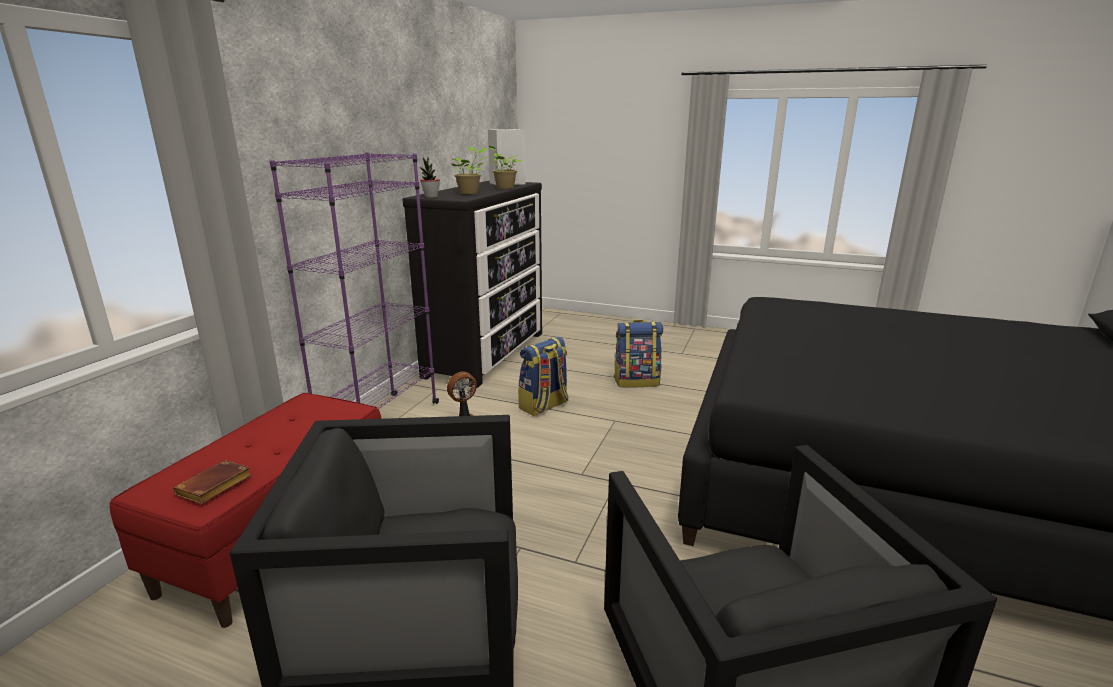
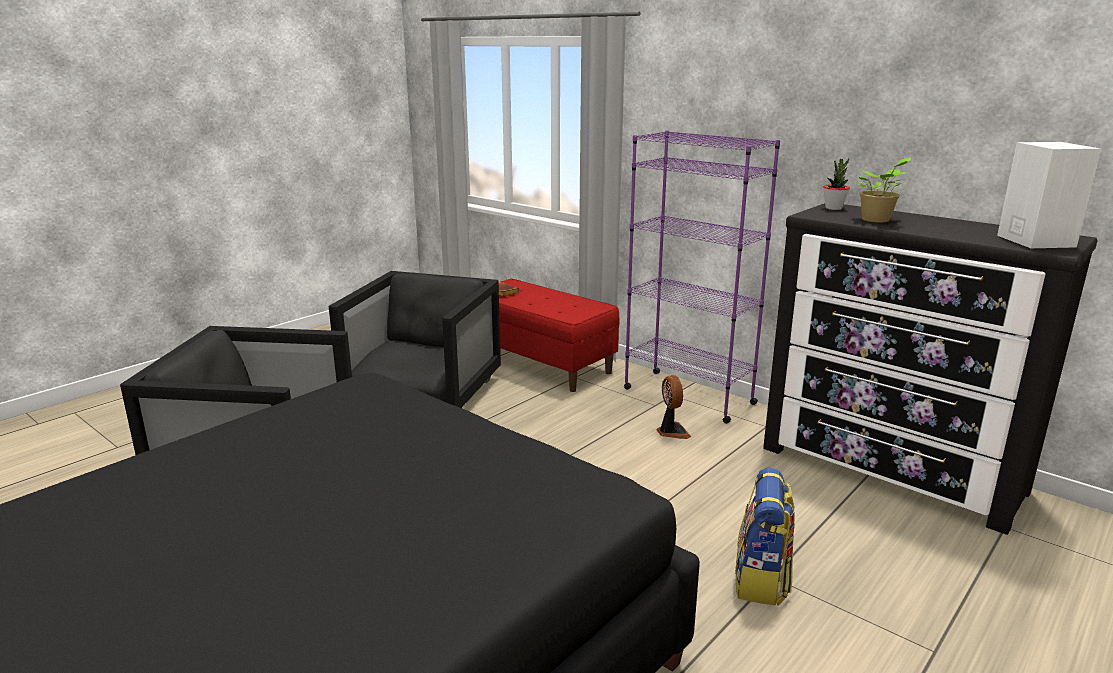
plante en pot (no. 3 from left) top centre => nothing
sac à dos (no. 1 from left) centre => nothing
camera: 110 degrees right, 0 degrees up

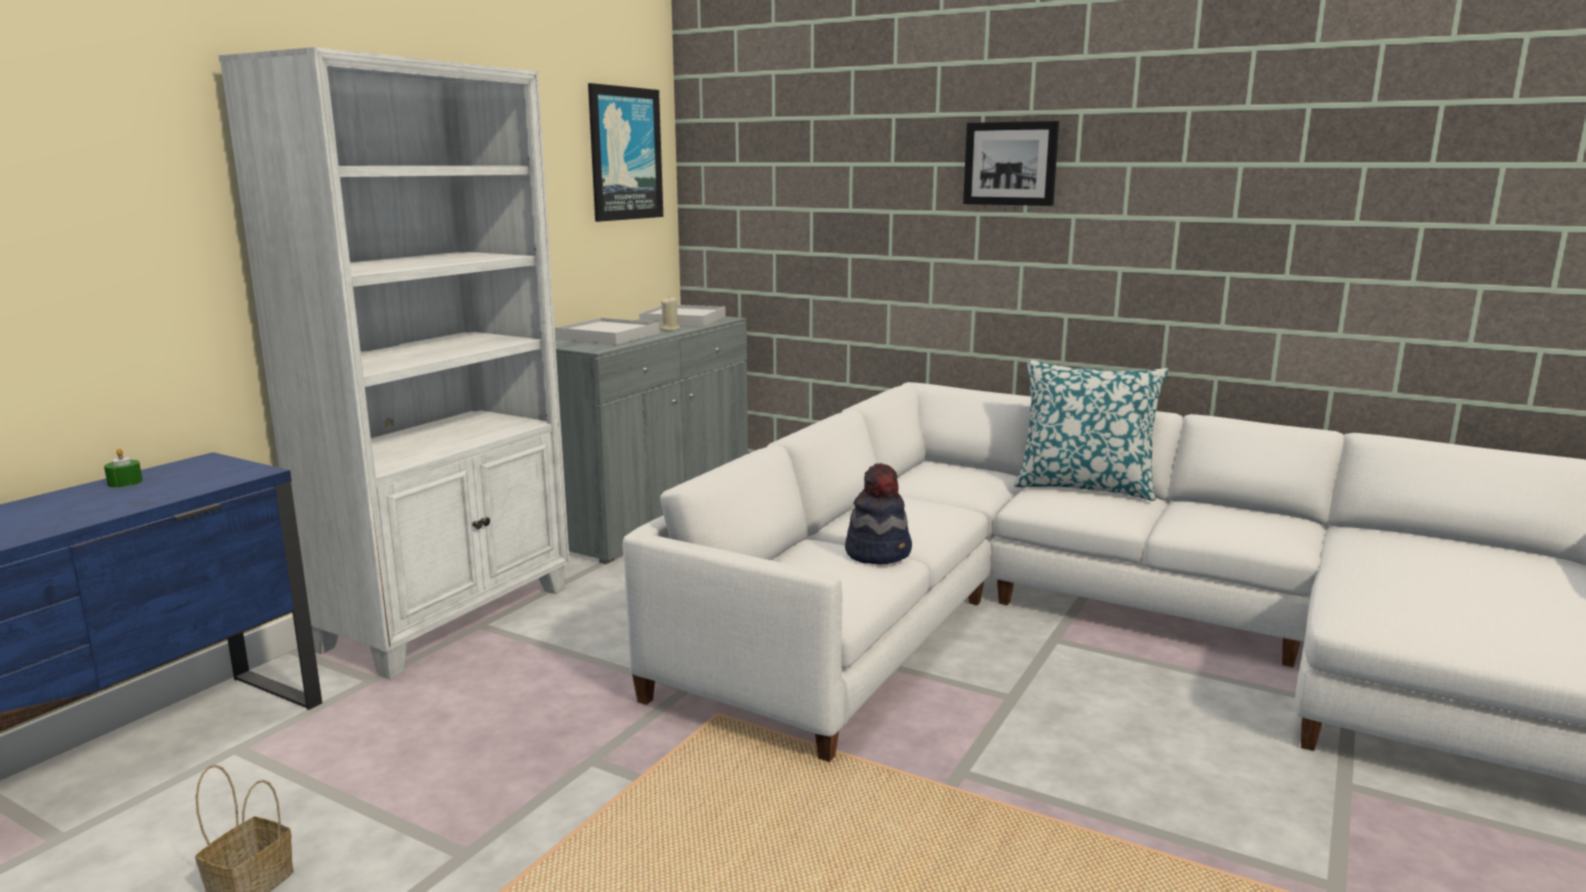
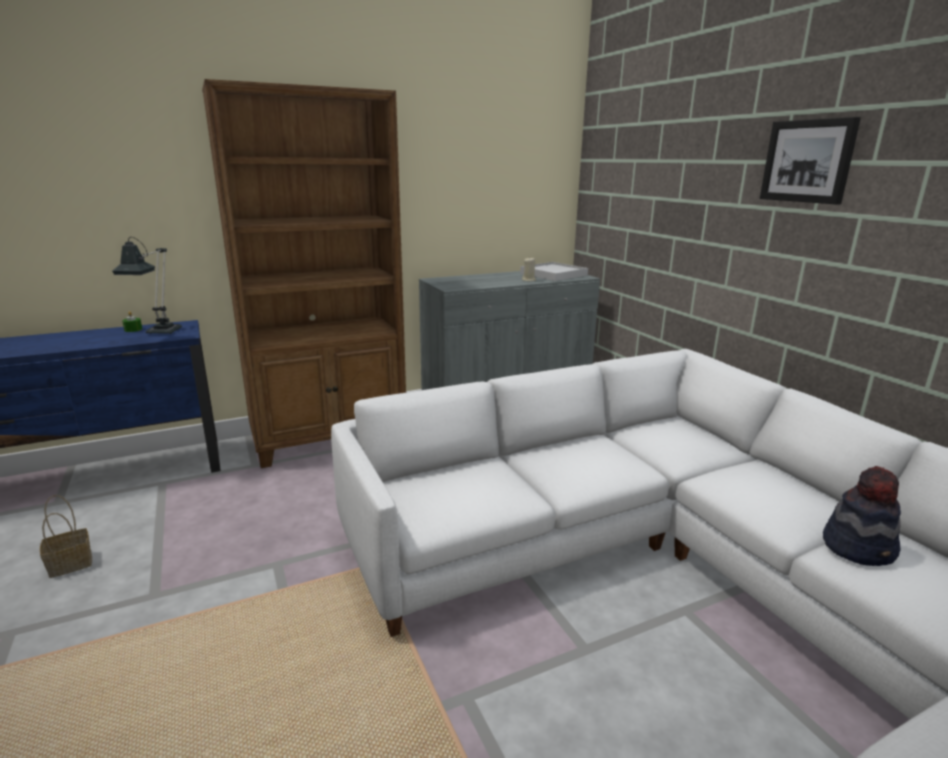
bibliothèque [blanc] middle left => bibliothèque [marron] middle left
plateau [blanc] (no. 1 from left) centre => nothing
tableau (no. 1 from left) top centre => nothing
chapeau centre => chapeau bottom right, relocated
coussin middle right => nothing
nothing => lampe de table middle left
camera: 35 degrees right, 5 degrees up

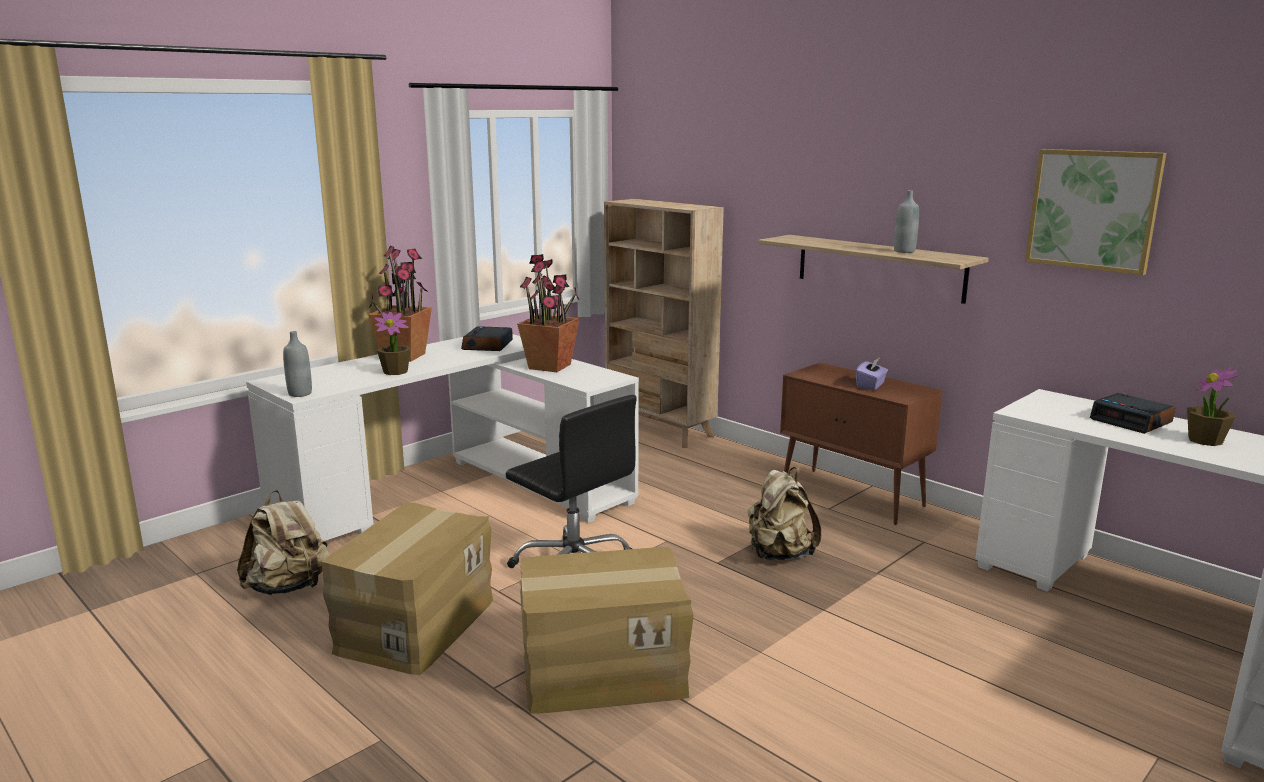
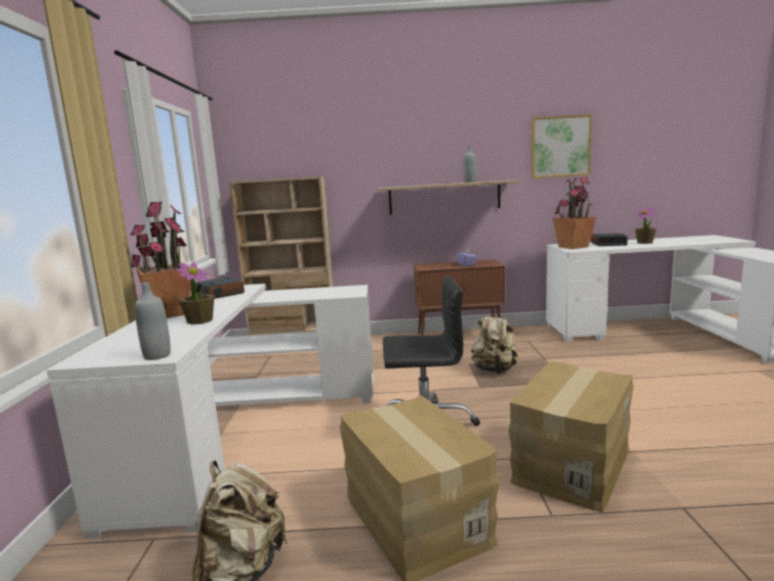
plante en pot (no. 3 from left) centre => plante en pot (no. 3 from left) middle right, relocated
camera: 45 degrees left, 5 degrees down

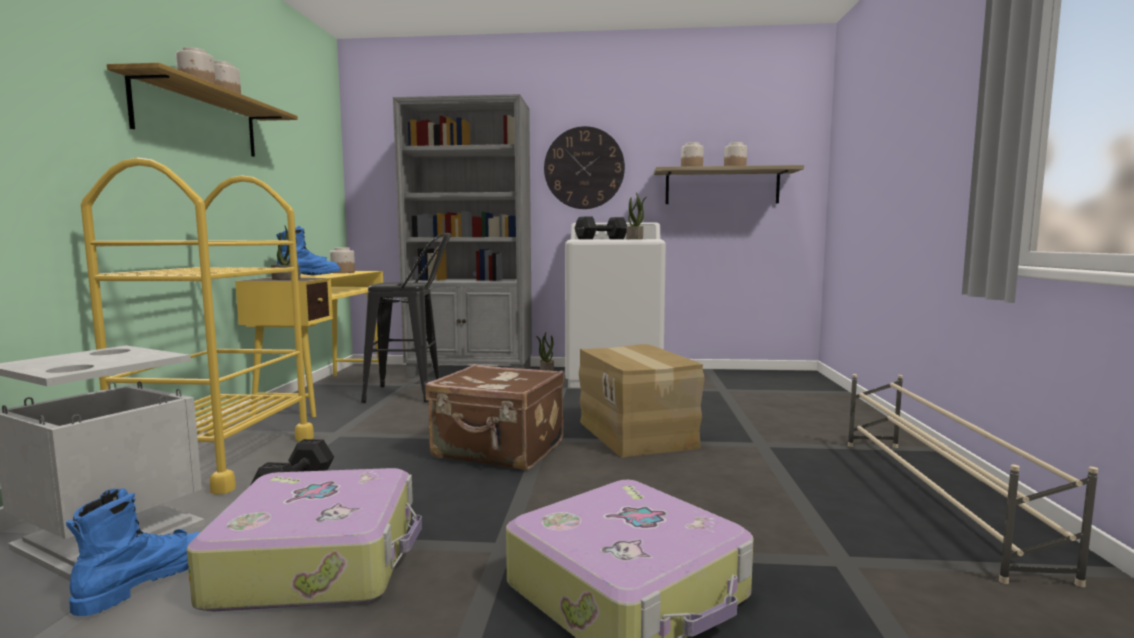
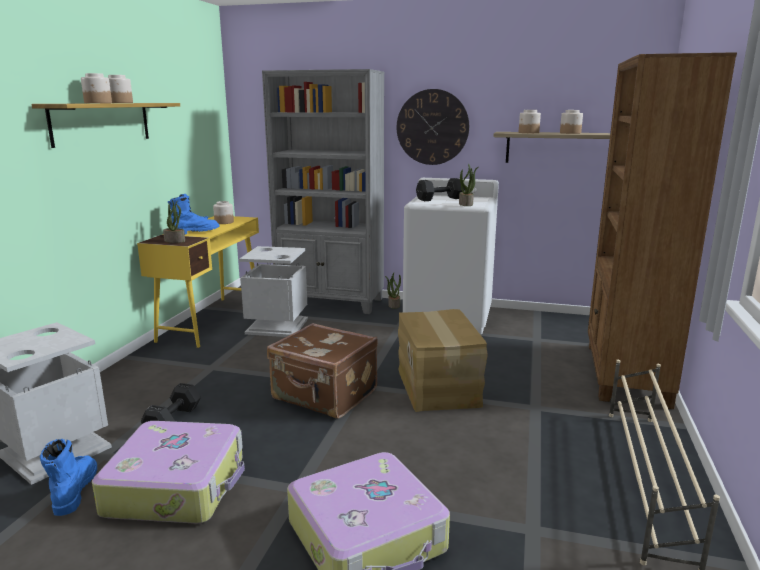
botte [bleu] (no. 1 from left) bottom left, 45 degrees counterclockwise
chariot [jaune] middle left => nothing
tabouret [noir] centre => poubelle [gris] (no. 2 from left) centre
nothing => bibliothèque [marron] middle right
camera: 10 degrees right, 10 degrees up

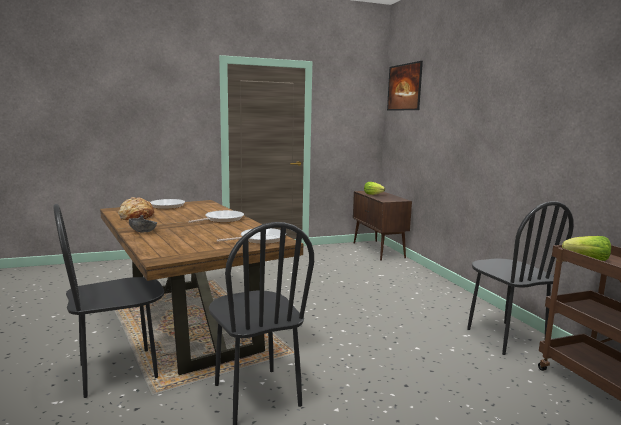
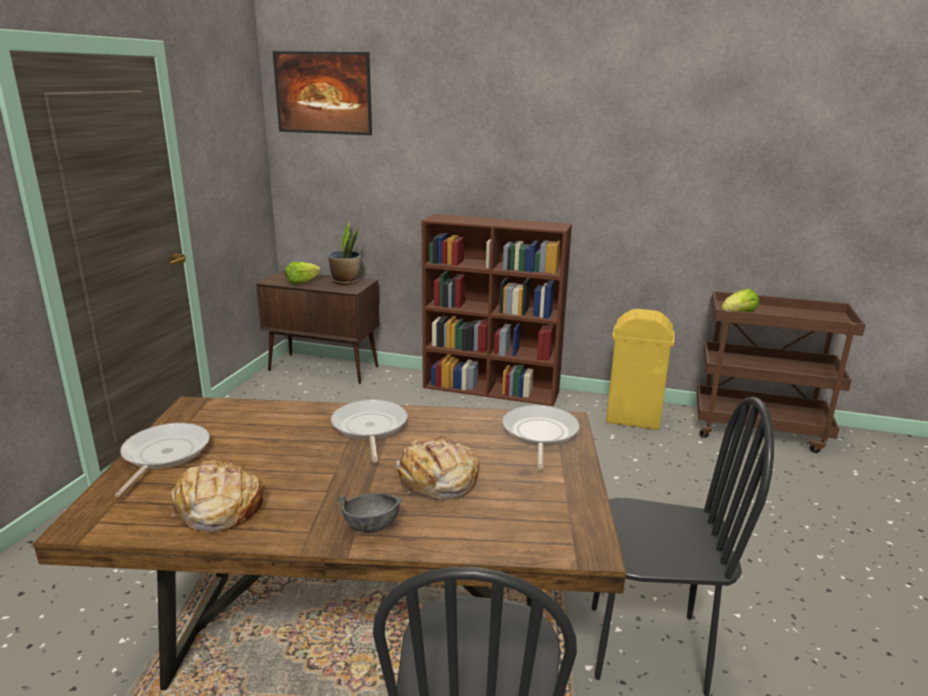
chaise [noir] (no. 3 from left) middle right => poubelle [jaune] middle right
nothing => plante en pot centre
nothing => pain (no. 2 from left) bottom centre
nothing => bibliothèque [marron] centre
camera: 55 degrees left, 10 degrees up

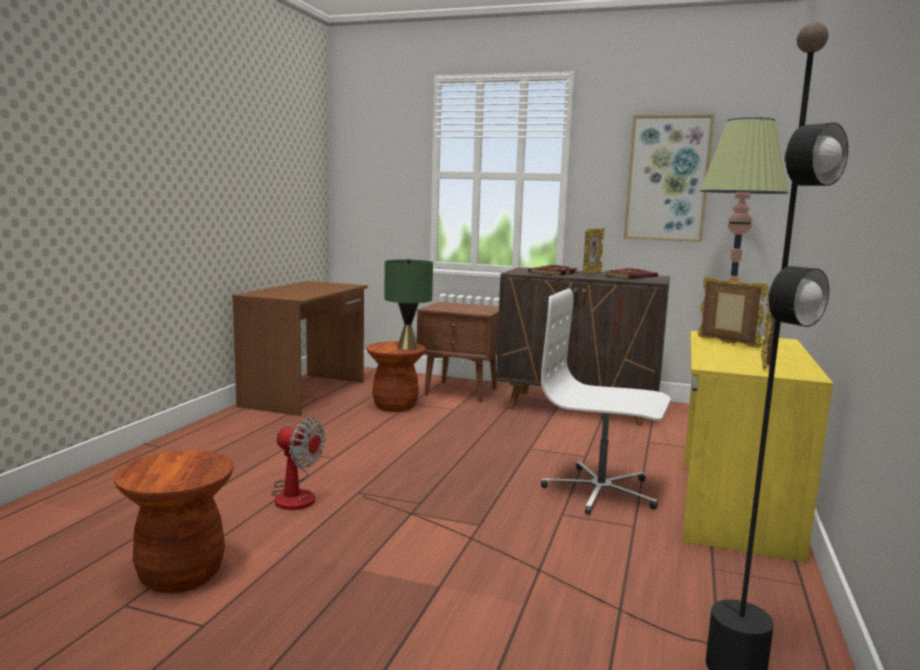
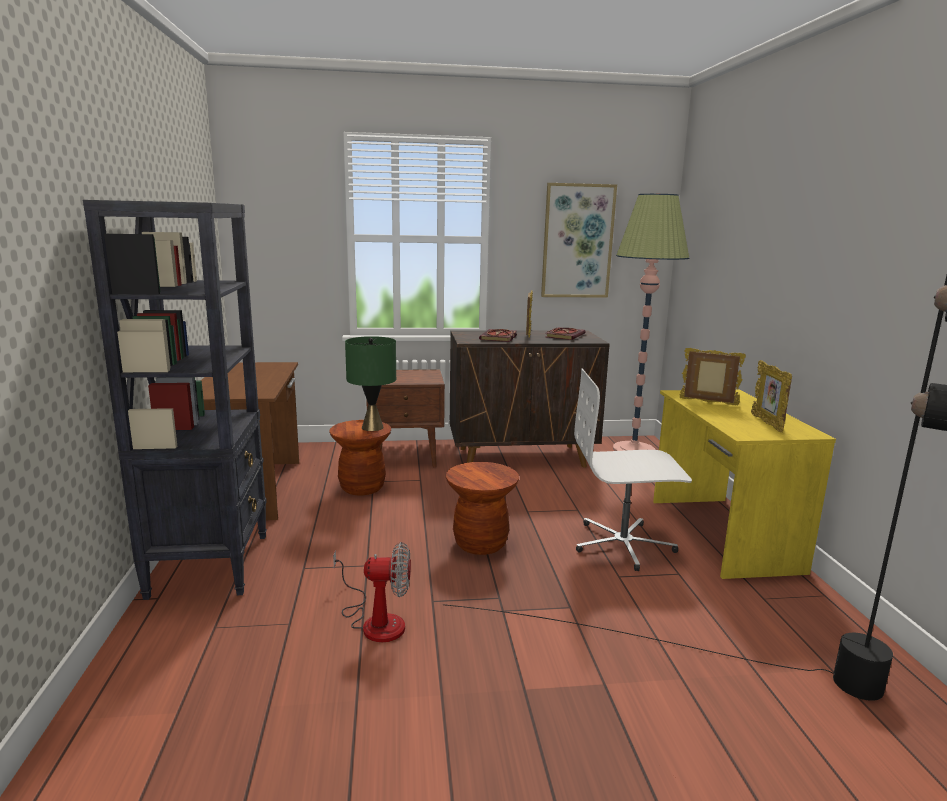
tabouret [marron] (no. 1 from left in the first image) bottom left => tabouret [marron] (no. 2 from left) centre, relocated
nothing => bibliothèque [noir] middle left
camera: 25 degrees left, 5 degrees up

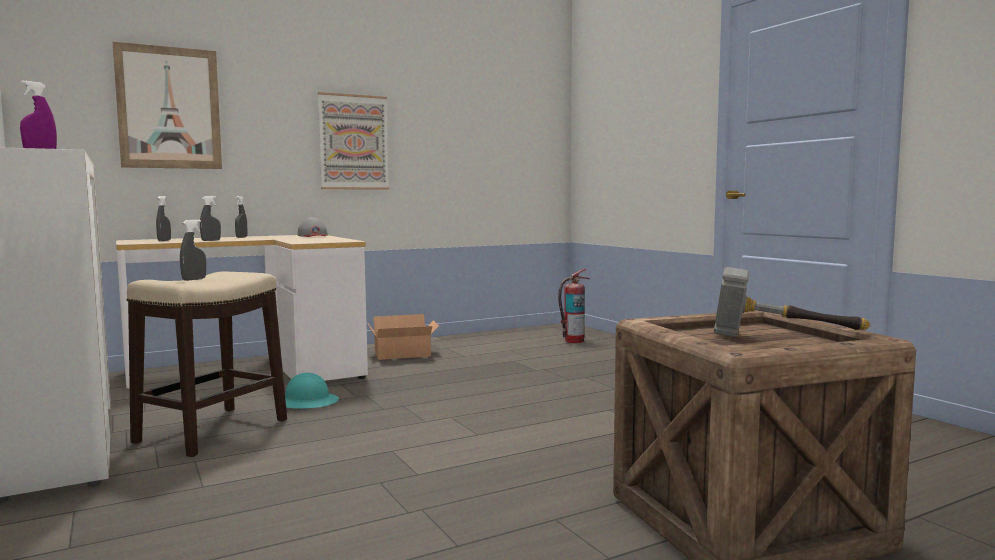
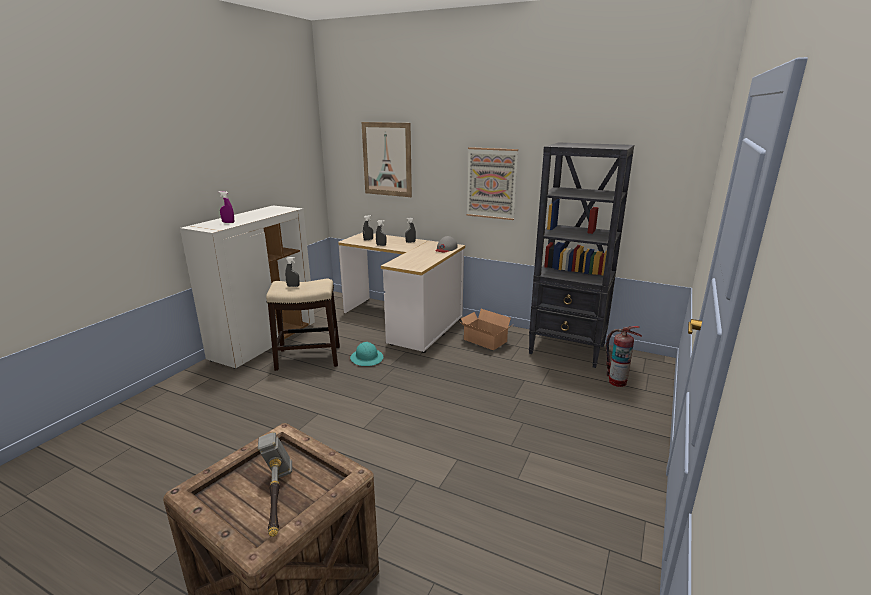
nothing => bibliothèque [noir] middle right
camera: 55 degrees right, 15 degrees up

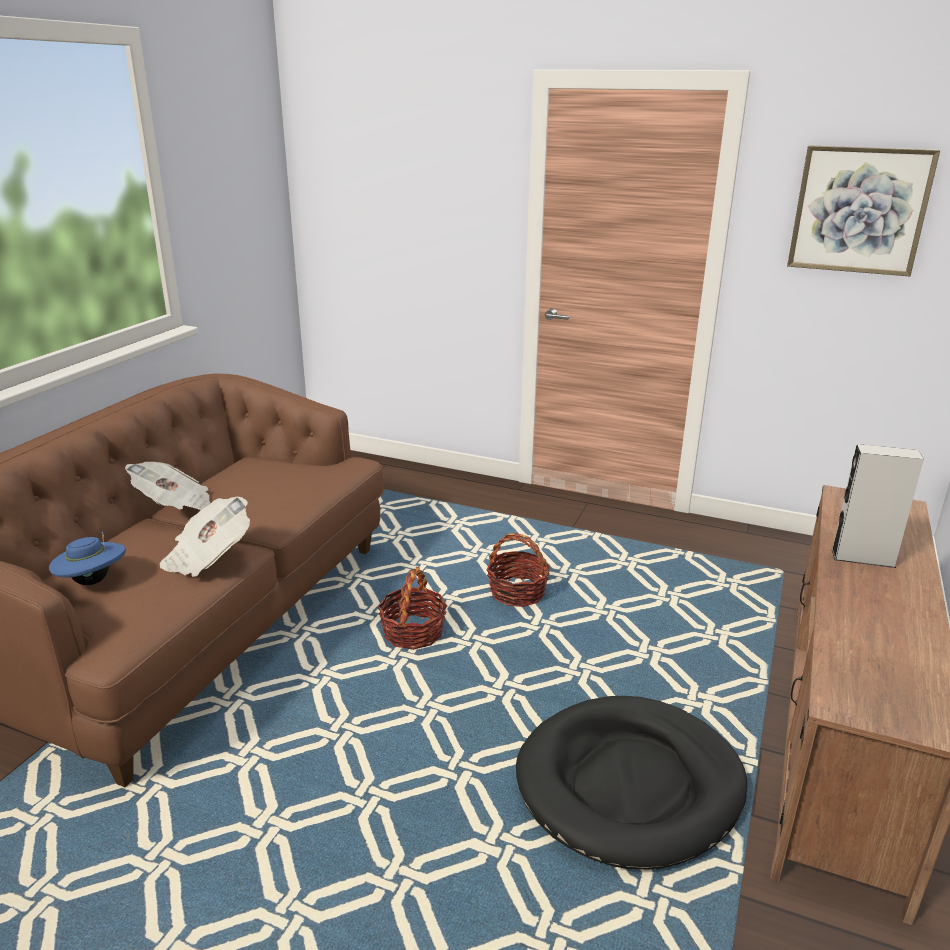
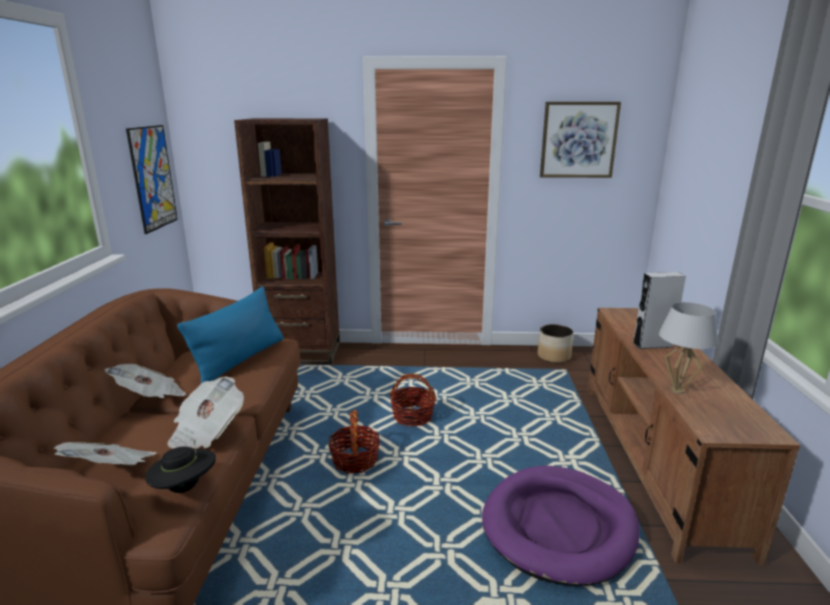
chapeau [bleu] middle left => journal (no. 1 from left) bottom left
panier pour chien [noir] bottom centre => panier pour chien [violet] bottom right
nothing => tableau (no. 1 from left) top left
nothing => chapeau [noir] bottom left
nothing => coussin [bleu] middle left
nothing => bibliothèque [marron] centre
nothing => cache-pot middle right
nothing => lampe de table [blanc] middle right
camera: 20 degrees left, 5 degrees down

